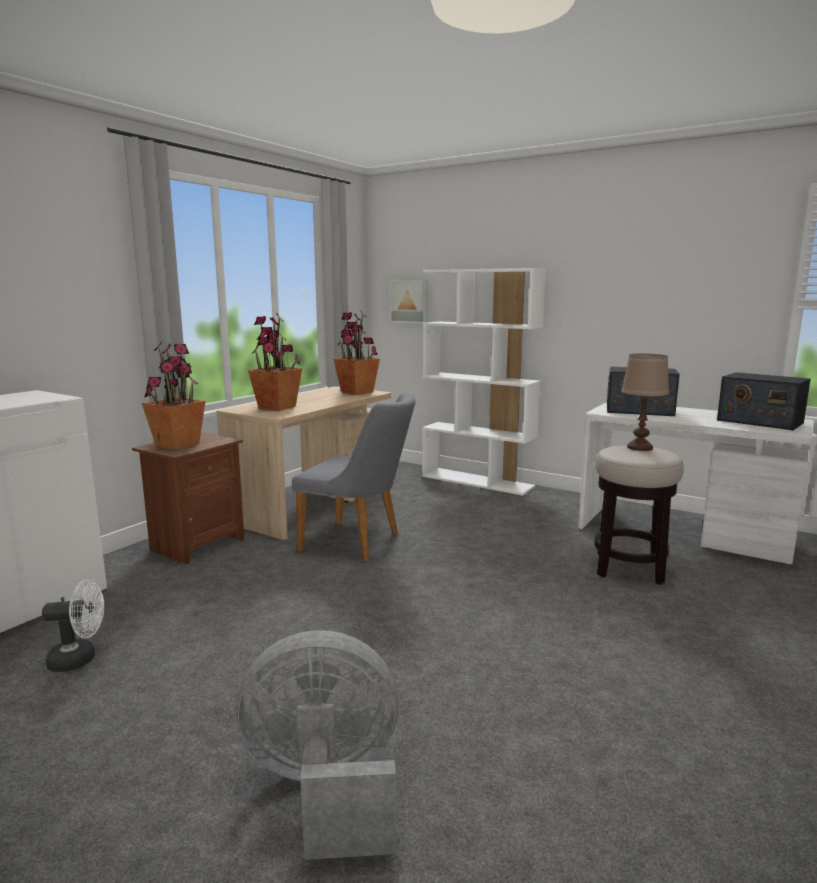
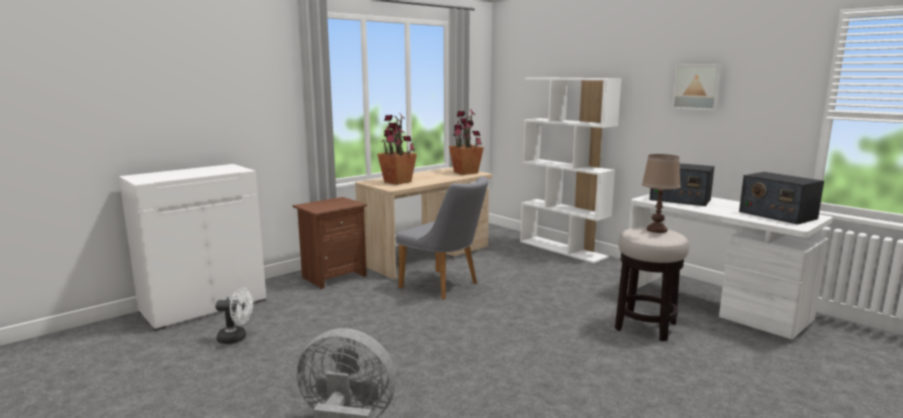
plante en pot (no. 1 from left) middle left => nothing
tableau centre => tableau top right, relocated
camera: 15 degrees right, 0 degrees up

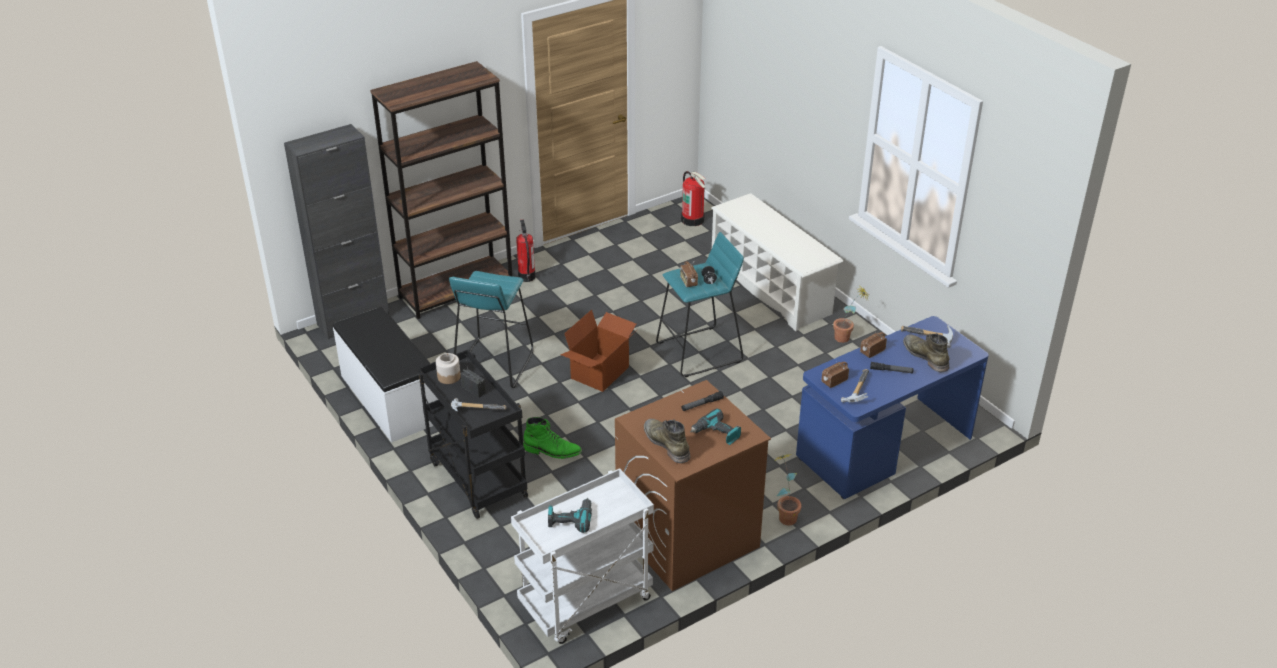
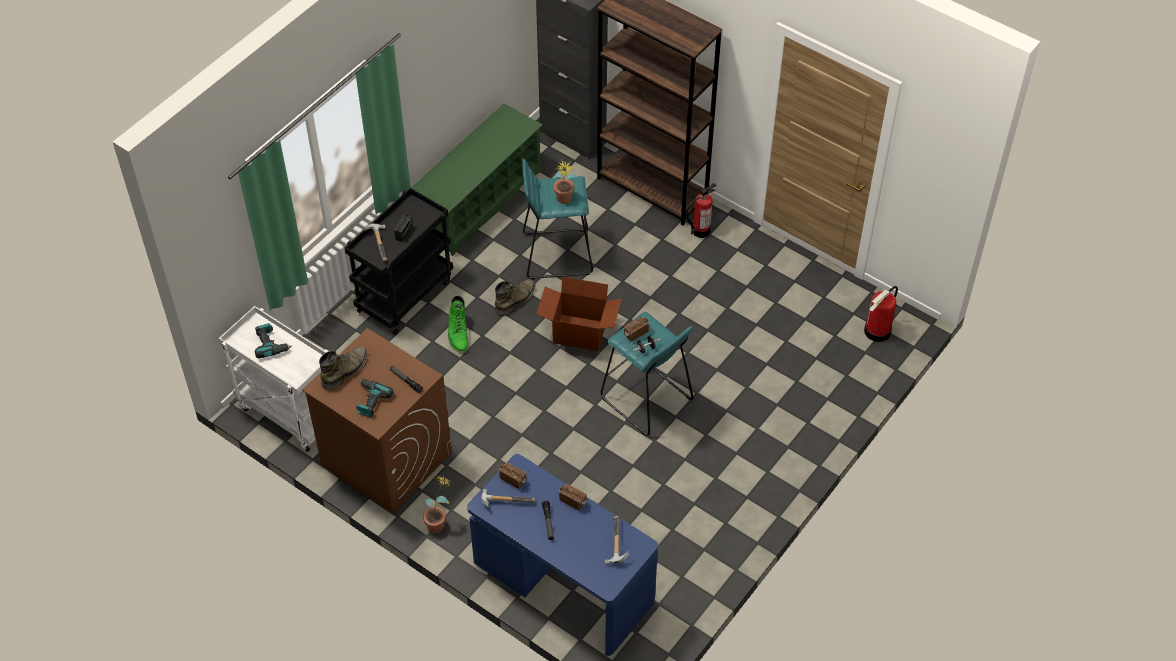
banc [blanc] middle left => étagère à chaussures [vert] top centre
bocal centre => nothing
étagère à chaussures [blanc] centre => nothing
plante en pot (no. 2 from left) centre => plante en pot (no. 2 from left) top centre, relocated
botte [vert] (no. 3 from left) middle right => botte [vert] (no. 3 from left) centre, relocated
camera: 70 degrees right, 15 degrees up

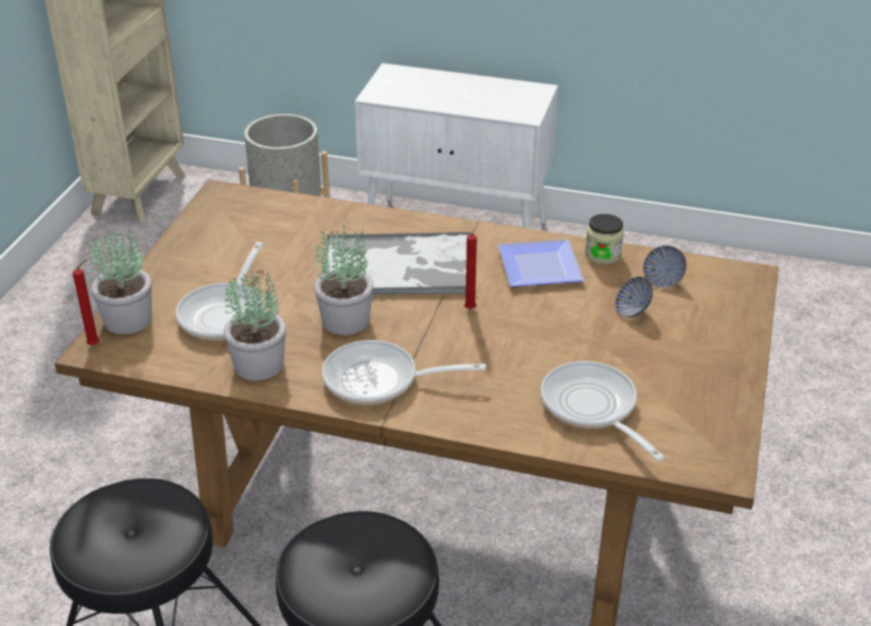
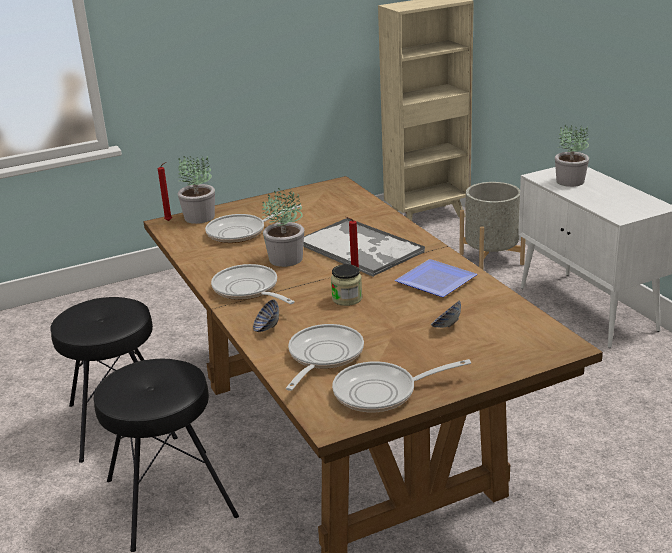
plante en pot (no. 2 from left in the first image) middle left => plante en pot (no. 3 from left) top right, relocated
bocal middle right => bocal centre, relocated
bol (no. 2 from left in the first image) middle right => bol (no. 1 from left) centre, relocated
nothing => poêle (no. 4 from left) bottom centre
camera: 50 degrees right, 10 degrees down

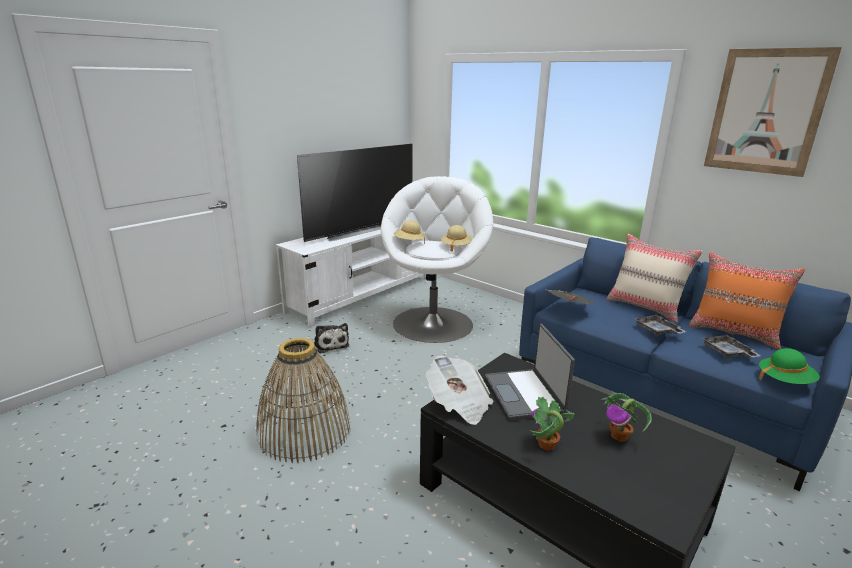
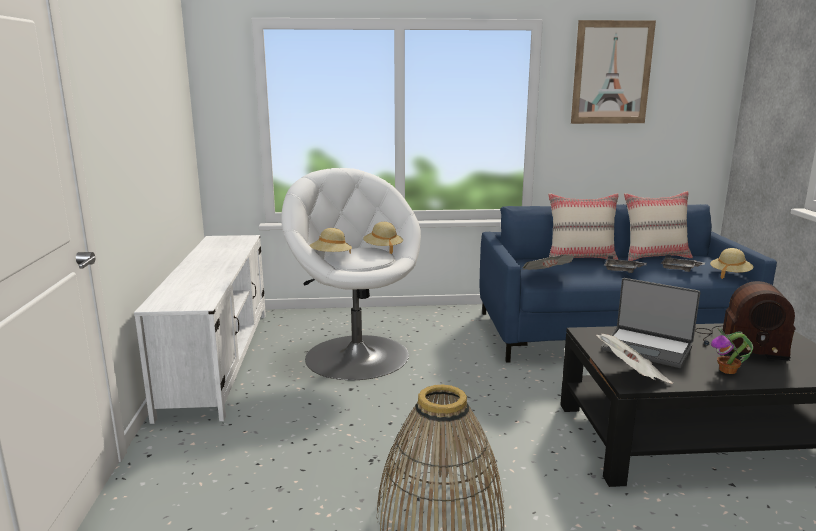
téléviseur centre => nothing
peluche centre => nothing
plante en pot (no. 2 from left) bottom right => radio middle right
coussin [orange] middle right => coussin [beige] (no. 2 from left) middle right
chapeau [vert] middle right => chapeau [beige] (no. 3 from left) middle right
camera: 45 degrees left, 5 degrees down

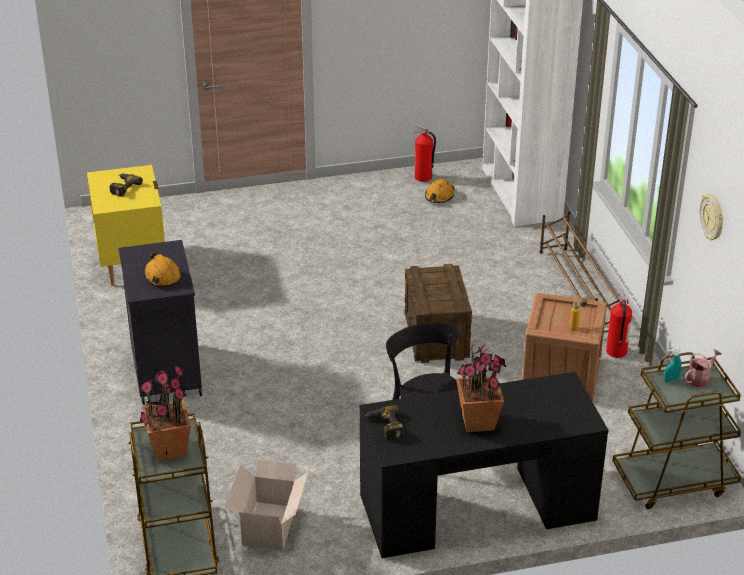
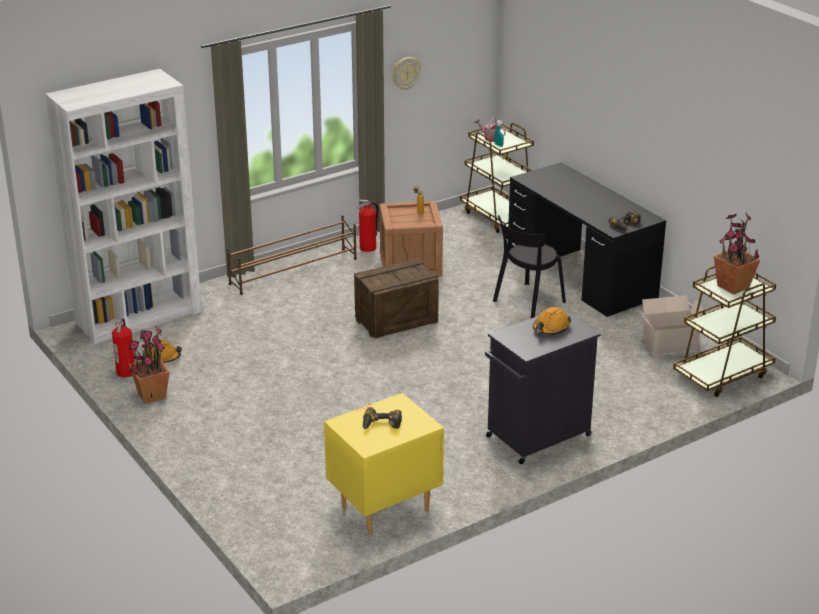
plante en pot (no. 2 from left in the first image) bottom centre => plante en pot (no. 1 from left) middle left, relocated
camera: 110 degrees left, 5 degrees down

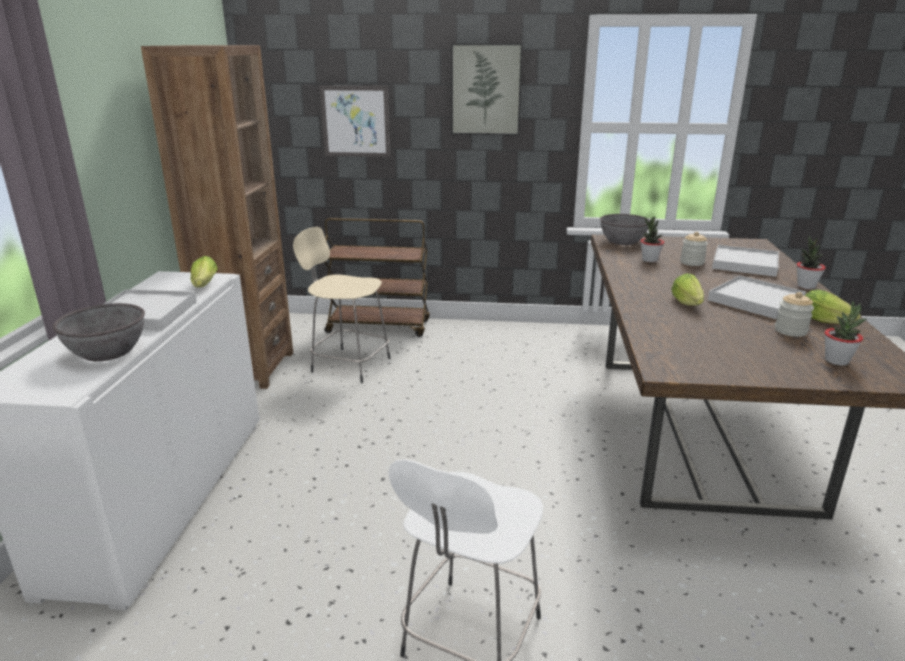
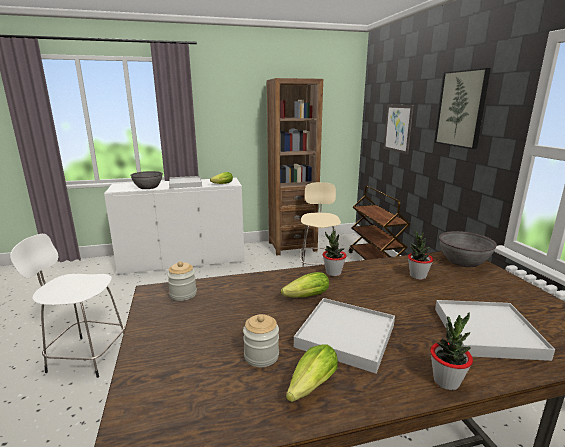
bocal (no. 1 from left) middle right => bocal (no. 1 from left) middle left, relocated
plante en pot (no. 3 from left in the first image) middle right => plante en pot (no. 1 from left) centre, relocated
camera: 70 degrees right, 5 degrees down

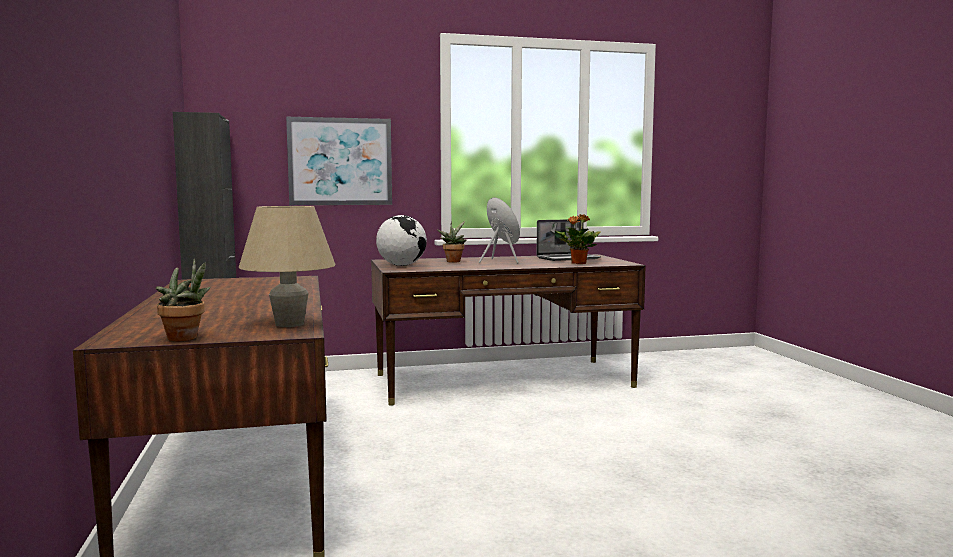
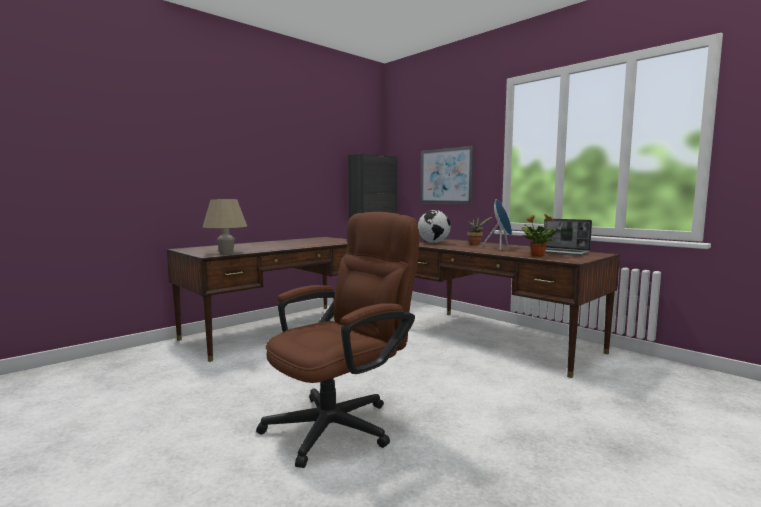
plante en pot (no. 1 from left) middle left => nothing
nothing => chaise de bureau [marron] bottom centre
camera: 60 degrees right, 0 degrees up

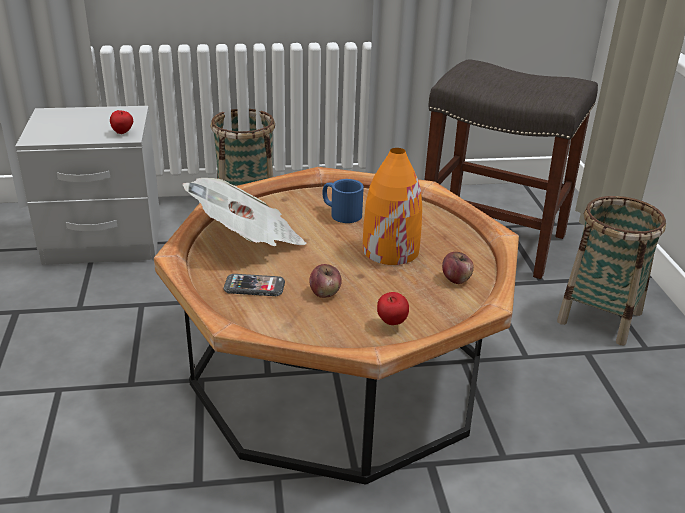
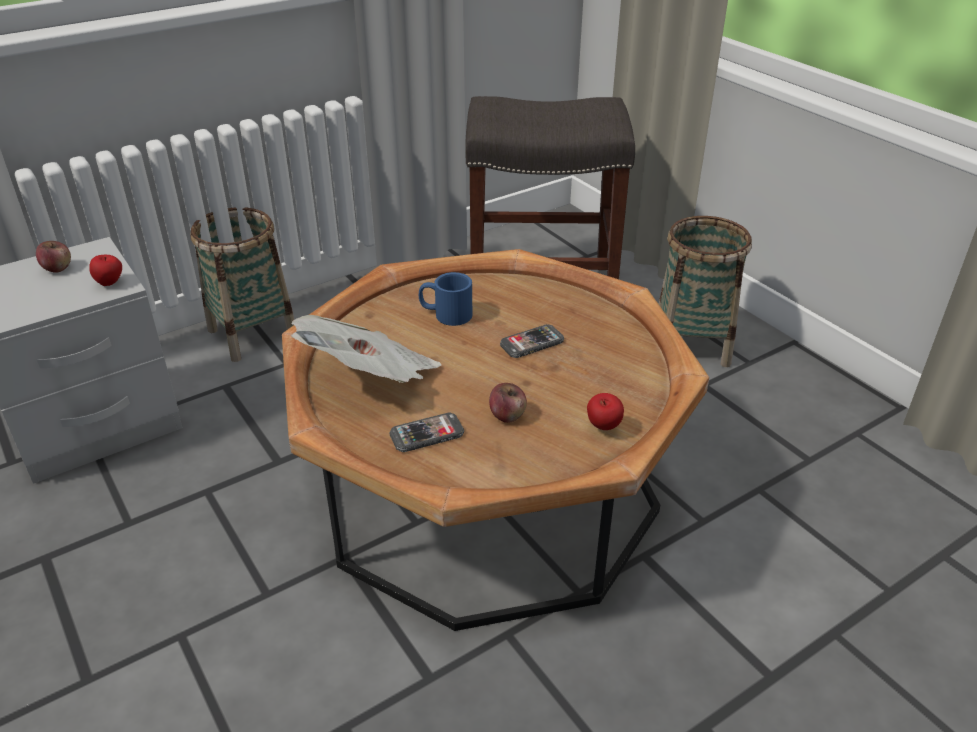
vase [orange] centre => téléphone (no. 2 from left) centre
pomme (no. 4 from left in the first image) middle right => pomme (no. 1 from left) middle left, relocated
camera: 25 degrees left, 5 degrees up

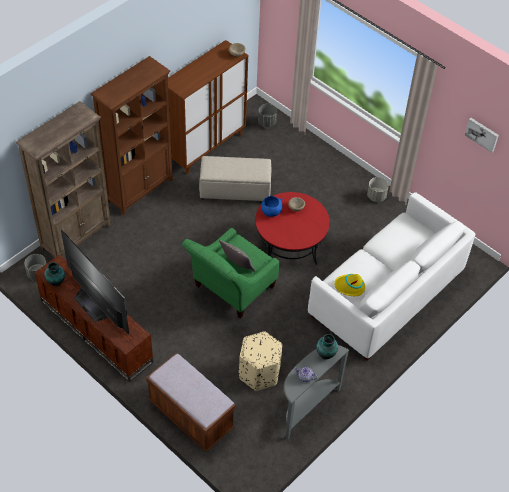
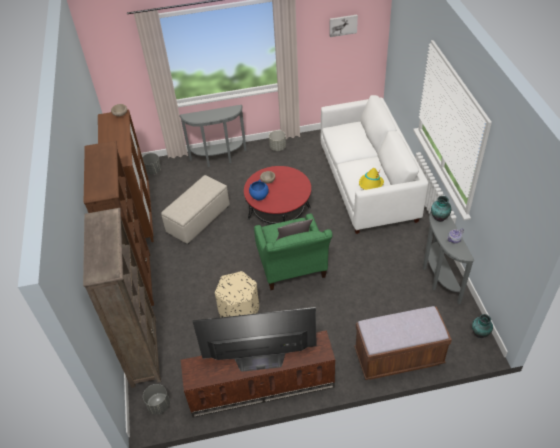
vase (no. 1 from left in the first image) middle left => vase (no. 2 from left) bottom right, relocated
pouf [beige] (no. 2 from left) bottom centre => pouf [beige] (no. 2 from left) centre, relocated
nothing => table console [gris] (no. 1 from left) top centre
camera: 50 degrees left, 5 degrees down

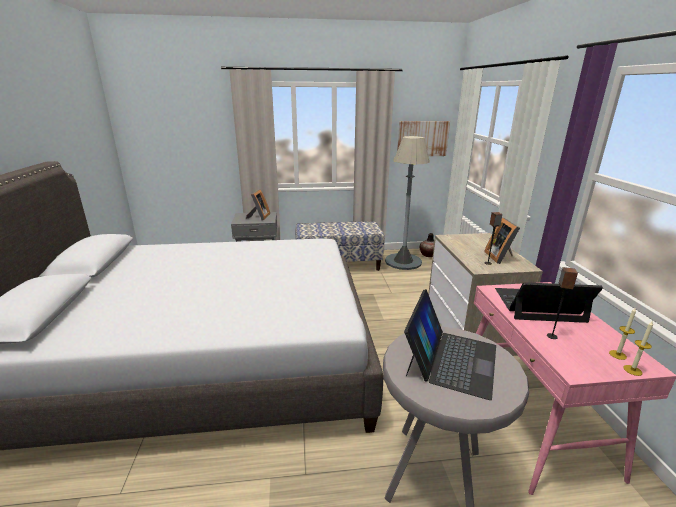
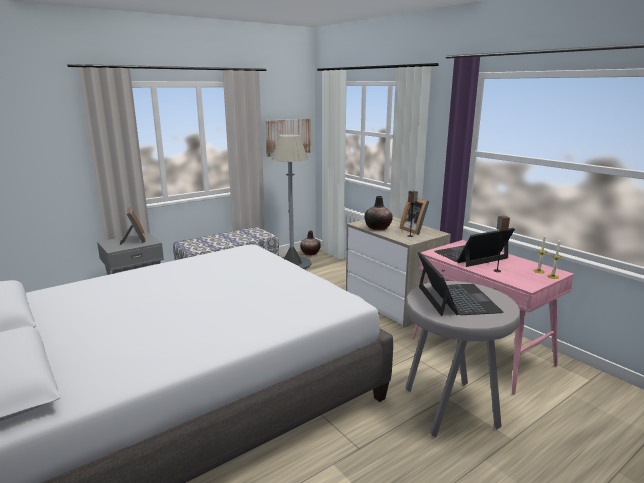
nothing => vase (no. 2 from left) centre
camera: 30 degrees left, 5 degrees down

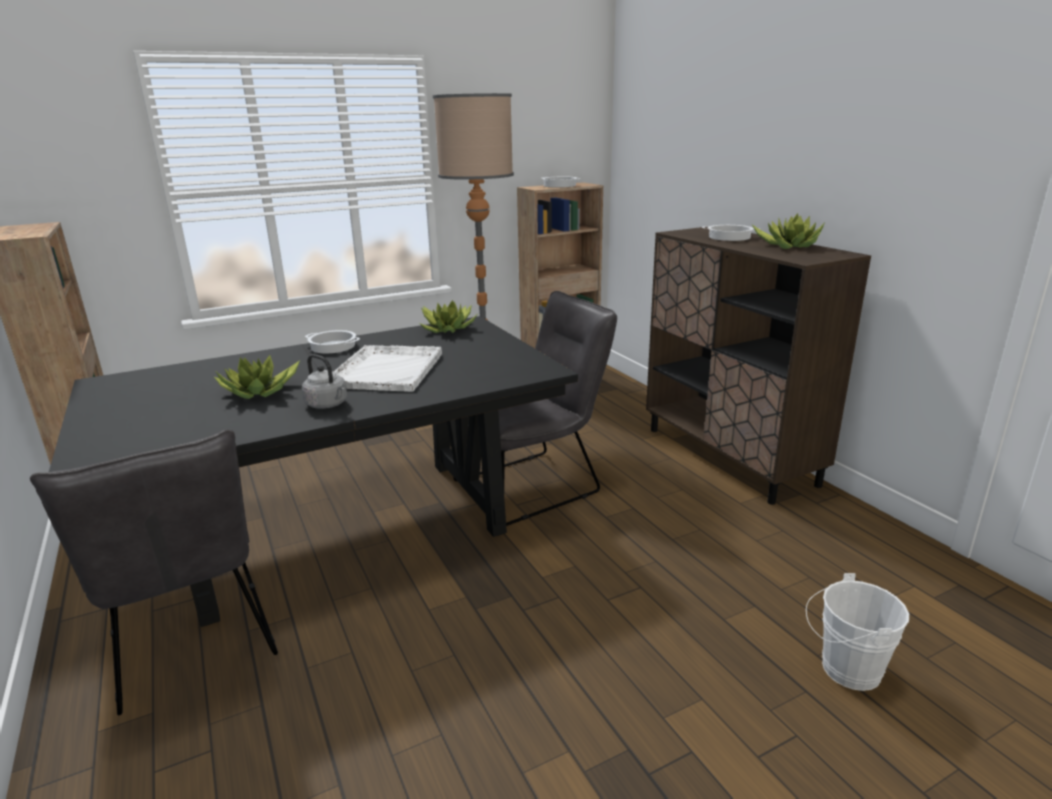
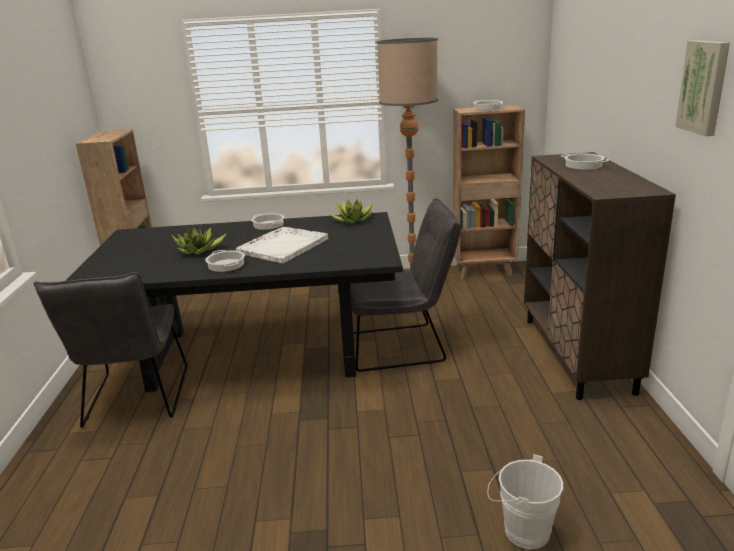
bouilloire [gris] middle left => marmite (no. 1 from left) middle left
plante en pot (no. 3 from left) top right => nothing
nothing => tableau top right
camera: 25 degrees right, 0 degrees up

